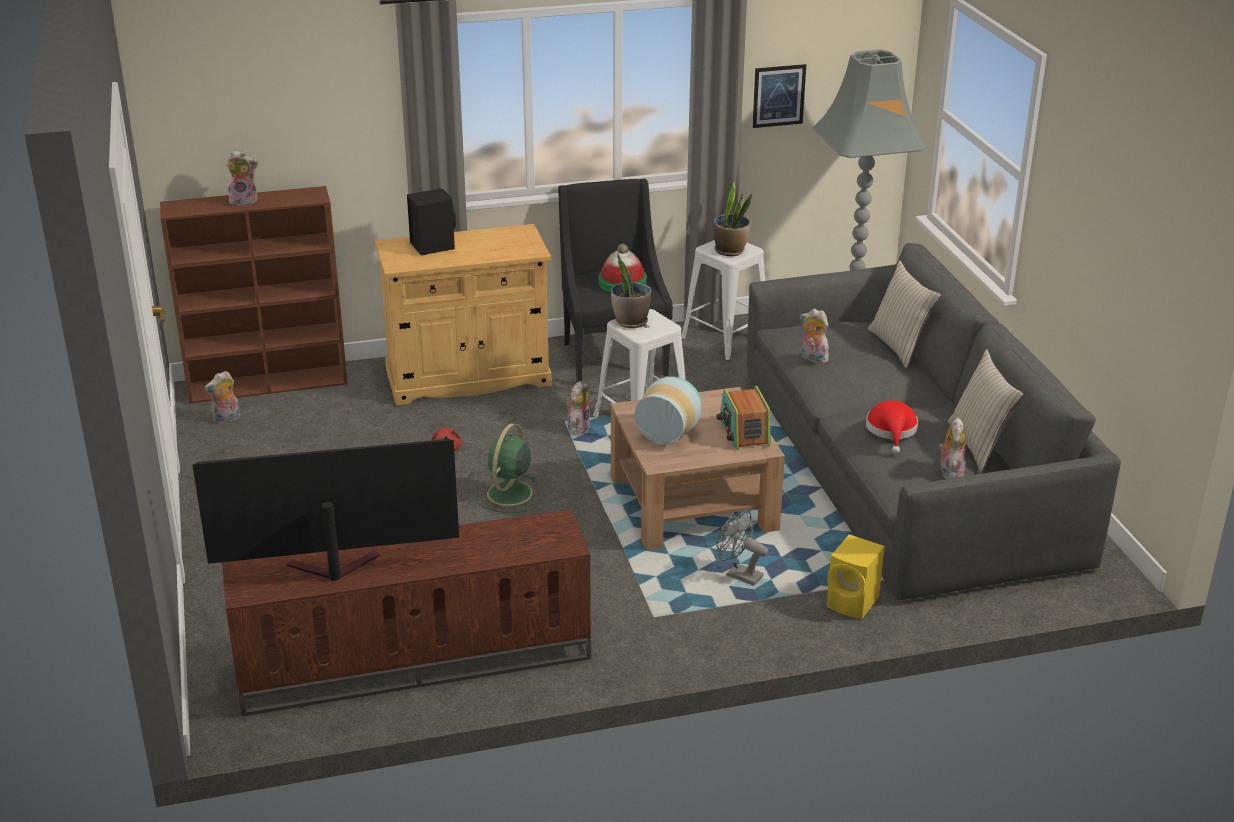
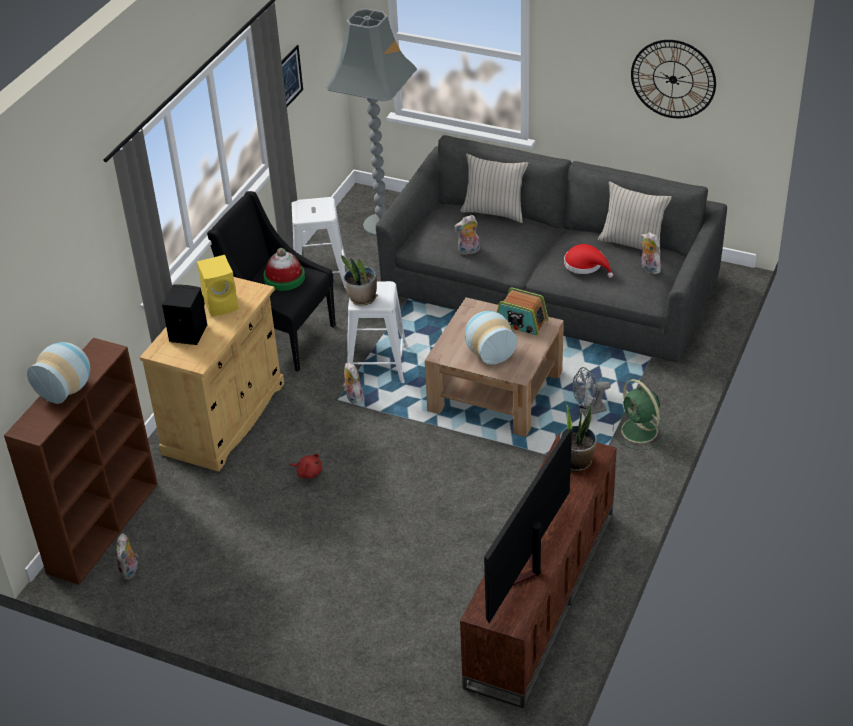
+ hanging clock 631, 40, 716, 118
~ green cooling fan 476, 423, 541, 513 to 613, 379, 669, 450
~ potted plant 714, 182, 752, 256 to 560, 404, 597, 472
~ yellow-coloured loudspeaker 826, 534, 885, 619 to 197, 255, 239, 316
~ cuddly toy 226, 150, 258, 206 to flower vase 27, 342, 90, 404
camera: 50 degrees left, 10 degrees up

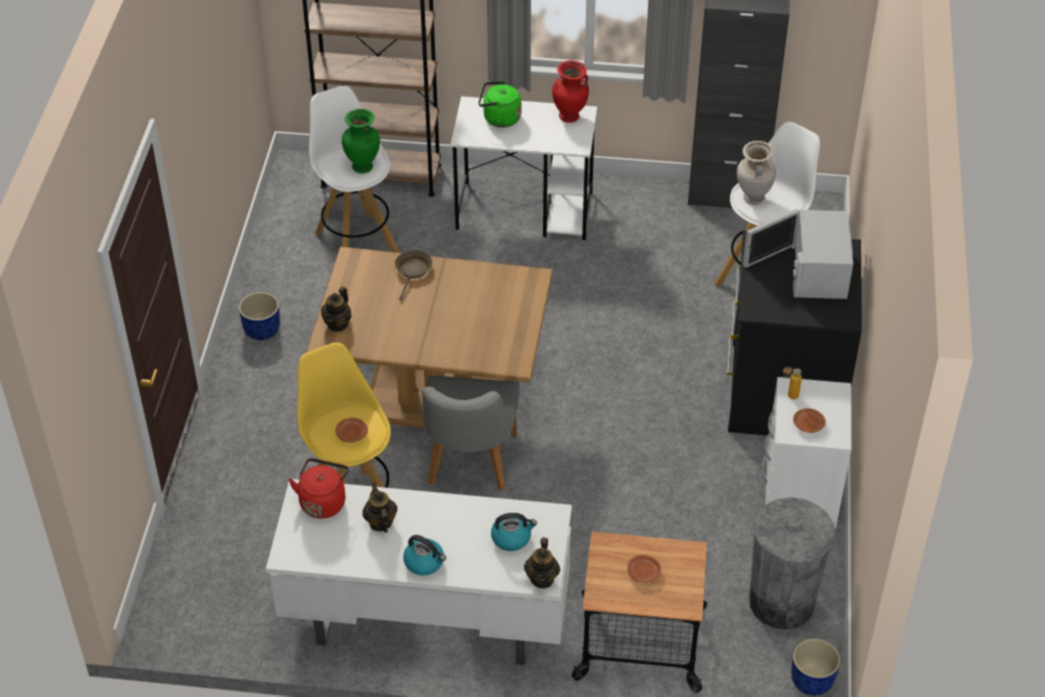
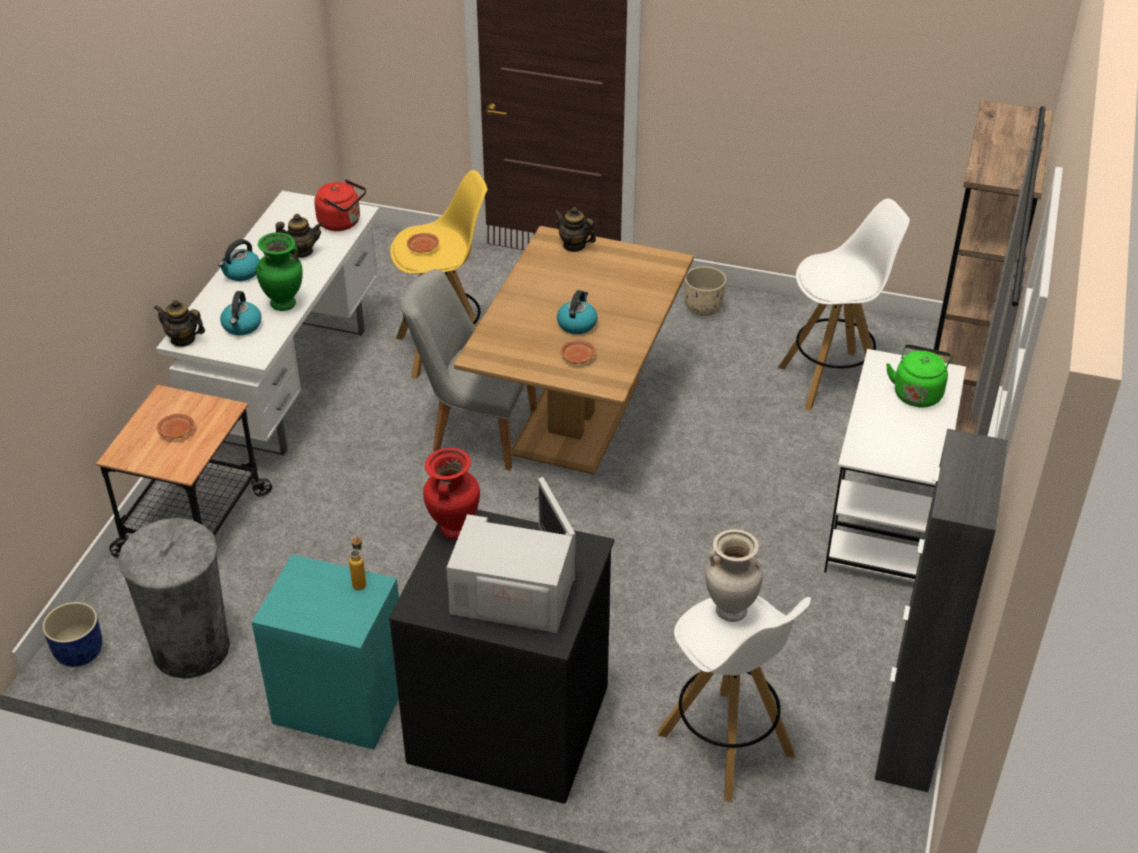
- brown frying pan 395, 250, 432, 301
+ kettle 557, 290, 597, 334
~ green flower vase 342, 109, 380, 173 to 256, 232, 303, 311
~ reddish flower vase 552, 60, 589, 123 to 423, 448, 480, 540
~ brown flat dish 793, 408, 826, 433 to 561, 340, 596, 364
~ blue-coloured flower pot 239, 292, 280, 340 to beige flower pot 684, 266, 726, 316
~ white-coloured night table 762, 377, 851, 528 to turquoise-coloured night table 252, 554, 399, 750
camera: 100 degrees right, 5 degrees down

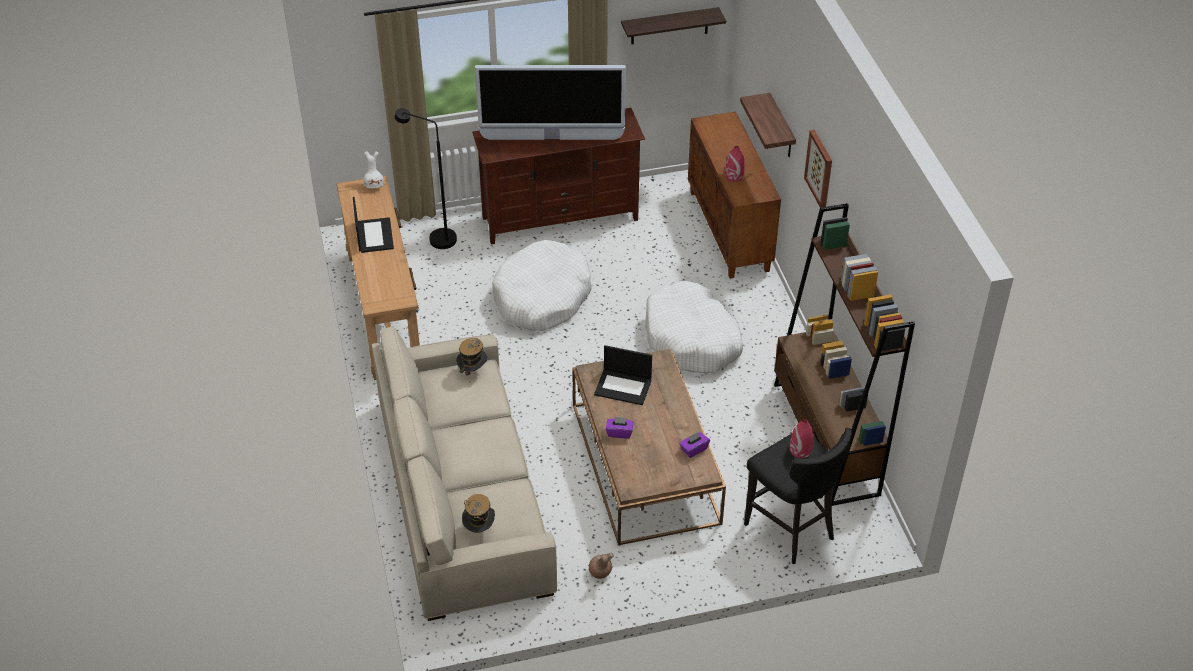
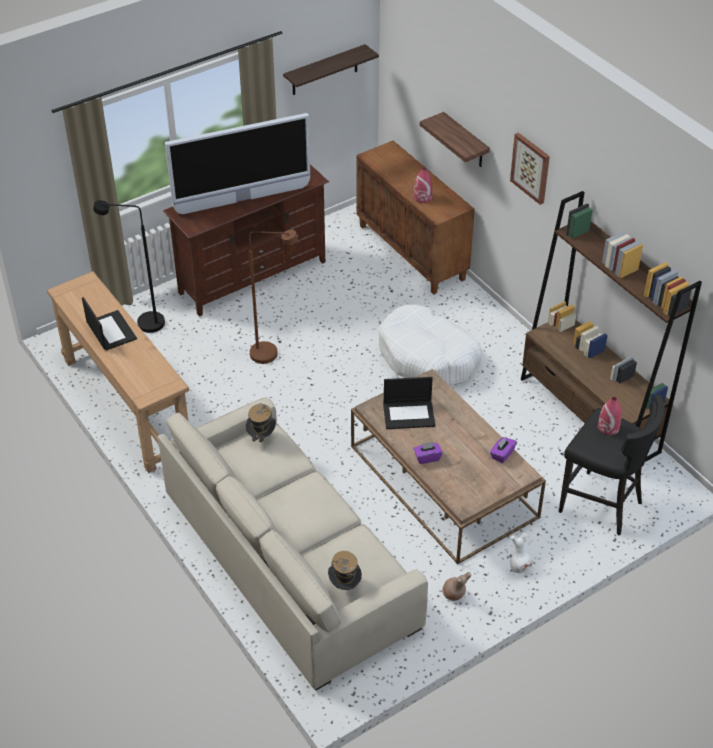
~ white-coloured flower vase 363, 151, 384, 188 to 510, 532, 533, 574
~ white-coloured dog bed 492, 240, 592, 331 to brown floor lamp 249, 230, 298, 364
camera: 20 degrees left, 0 degrees up

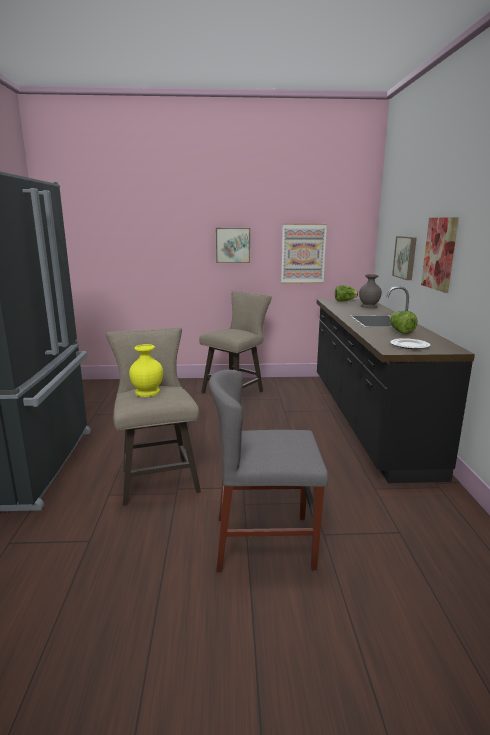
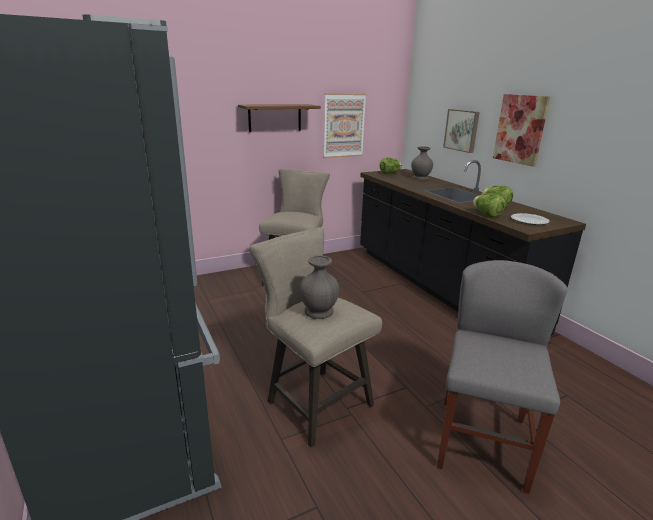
+ lettuce 473, 193, 505, 217
~ wall picture 216, 228, 250, 263 to brown wall shelf 238, 104, 321, 132
~ yellow-coloured flower vase 129, 344, 163, 397 to greyish flower vase 300, 255, 339, 319
~ greyish chair 209, 370, 328, 572 = 437, 260, 567, 494 135 degrees clockwise
camera: 25 degrees left, 5 degrees up

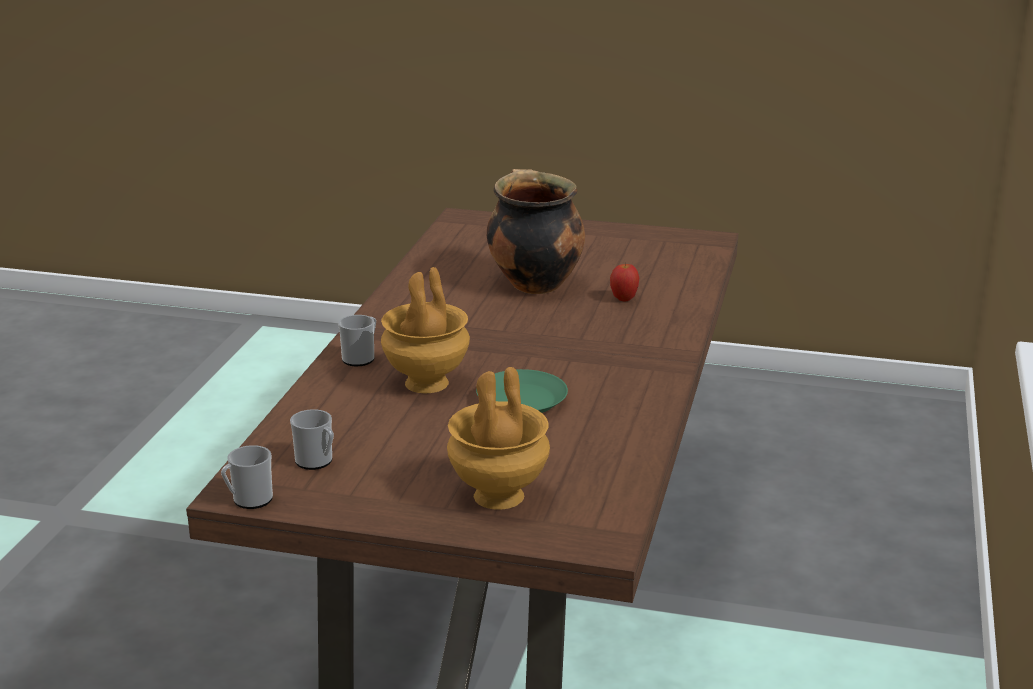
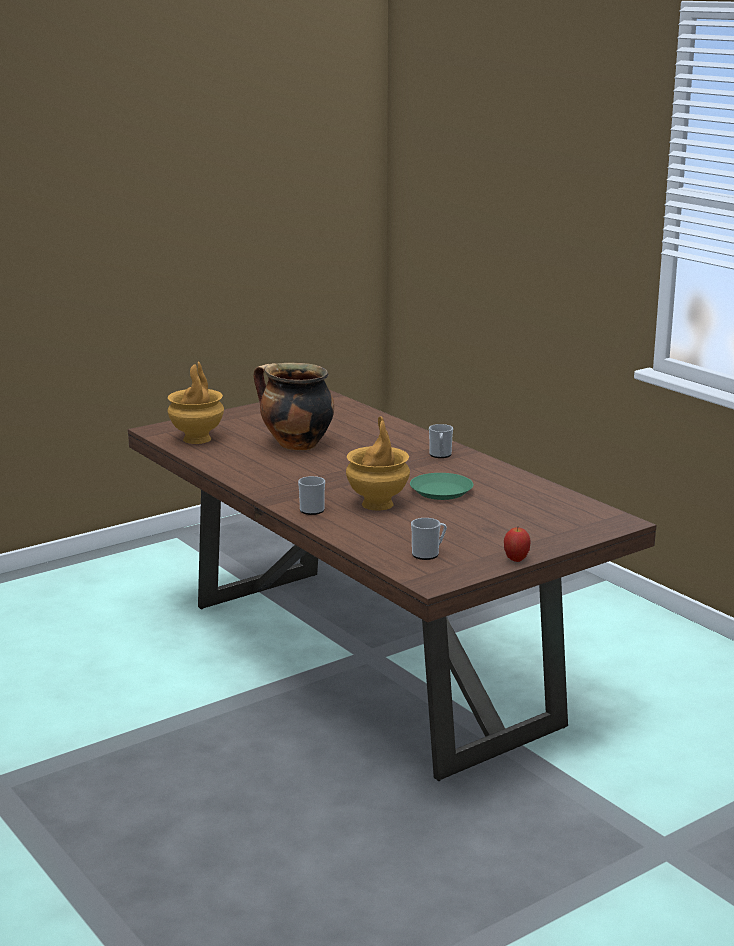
~ mug 221, 445, 273, 509 to 429, 424, 453, 458
~ brown flower vase 447, 367, 550, 510 to 167, 362, 224, 444
~ apple 610, 263, 639, 301 to 504, 527, 531, 562
camera: 50 degrees left, 5 degrees down

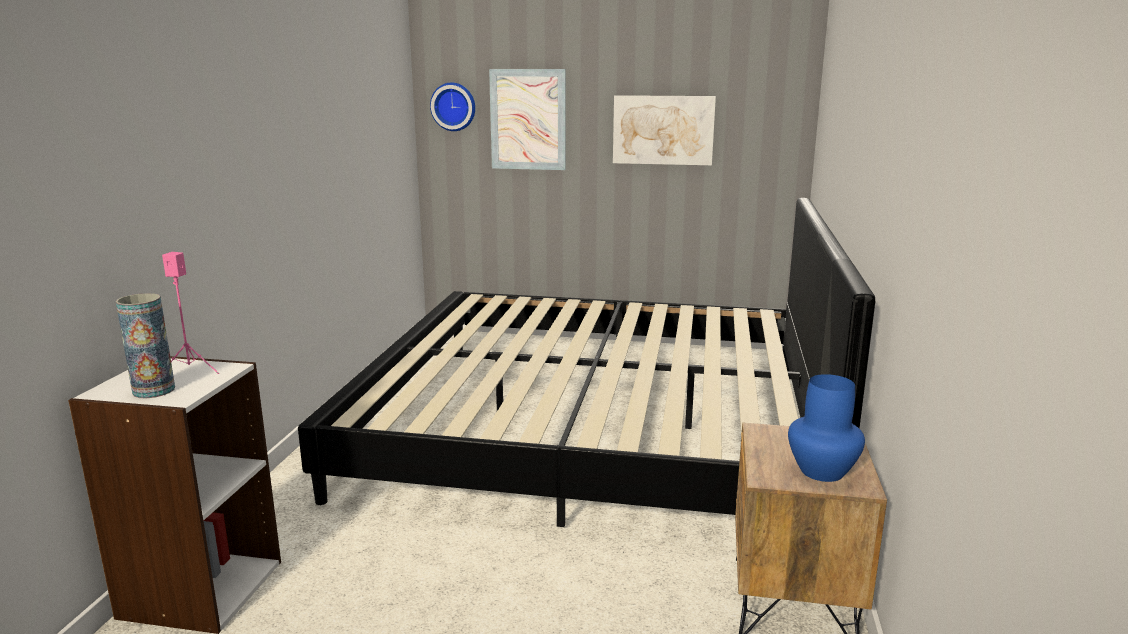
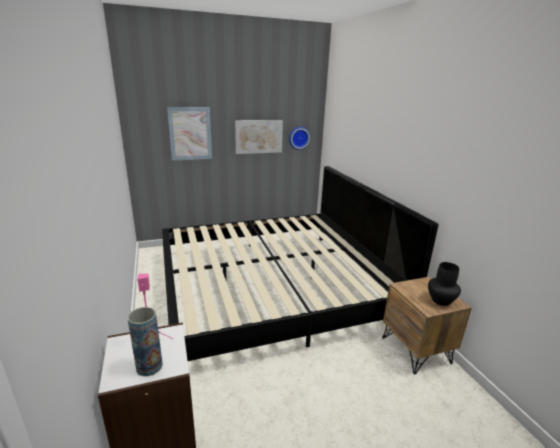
~ hanging clock 430, 83, 475, 131 to 289, 127, 310, 150
~ blue-coloured flower vase 788, 374, 865, 482 to blackish flower vase 428, 262, 461, 306
camera: 30 degrees left, 5 degrees up

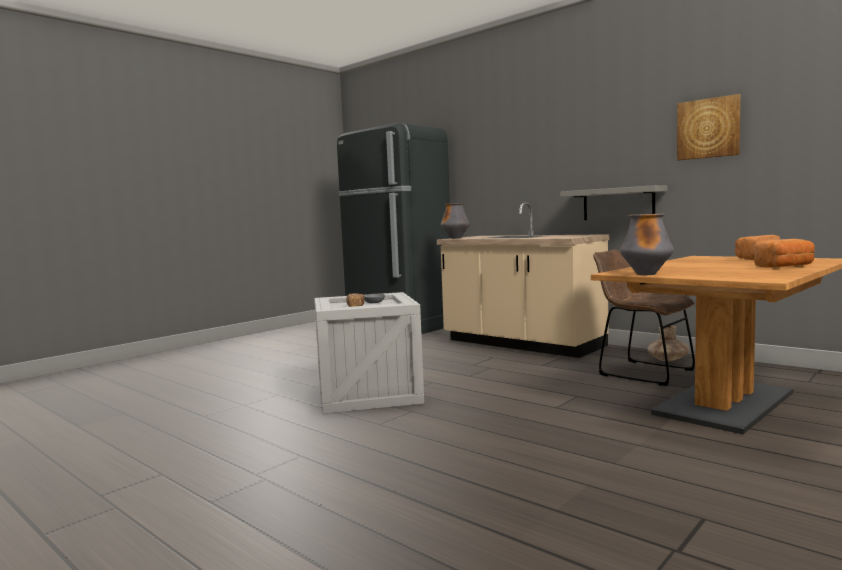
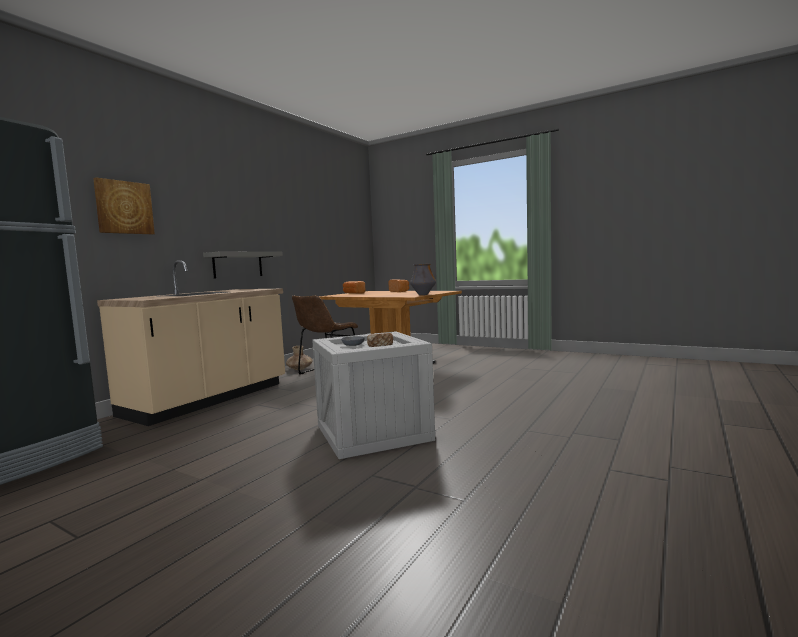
- flower vase 441, 203, 470, 239
~ wall picture 677, 94, 741, 160 to 93, 177, 155, 234
camera: 100 degrees left, 0 degrees up

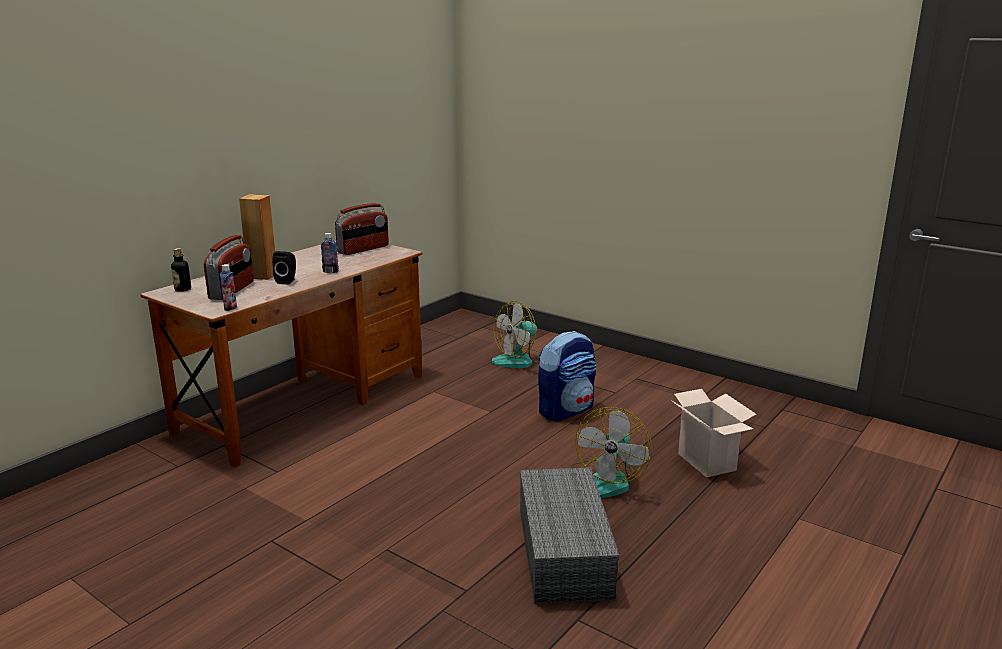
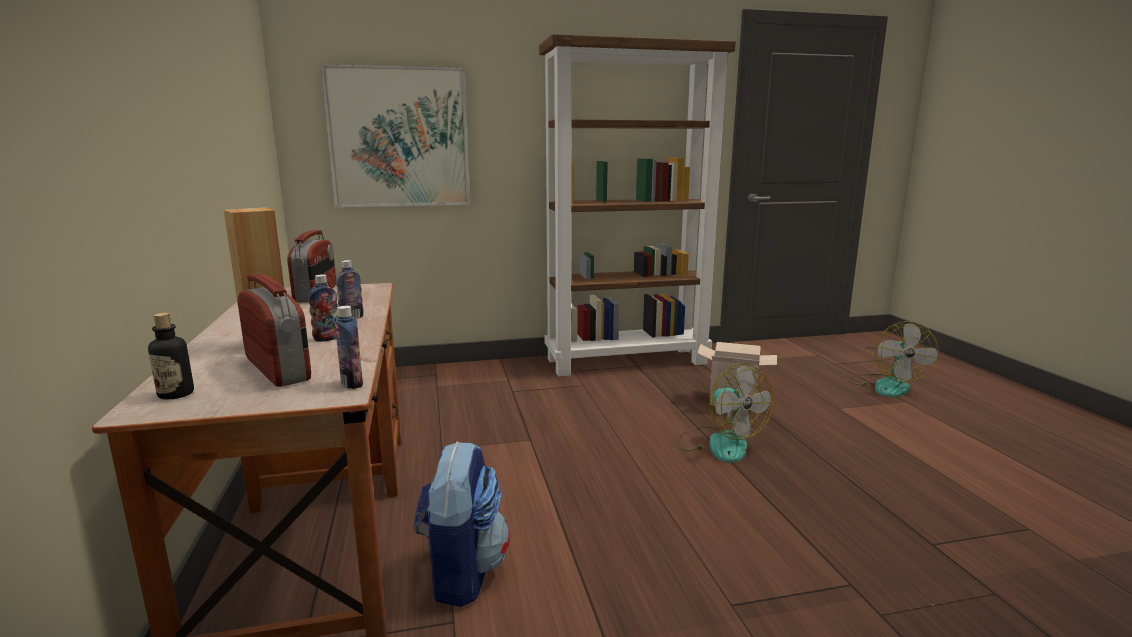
- greyish storage container 520, 468, 619, 604
+ wall picture 320, 64, 470, 207
+ brown bookcase 539, 34, 736, 376
~ cooling fan 492, 301, 541, 368 to 848, 321, 938, 397
~ backpack 538, 331, 597, 421 to 414, 442, 510, 607
~ blackish loudspeaker 273, 251, 296, 285 to beverage bottle 308, 275, 338, 342
camera: 50 degrees left, 5 degrees down

